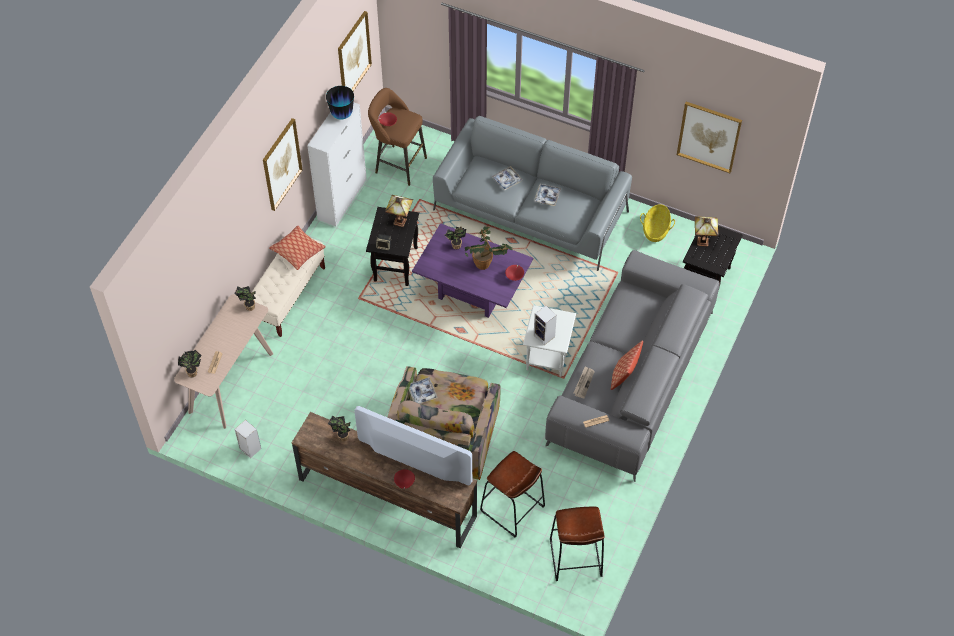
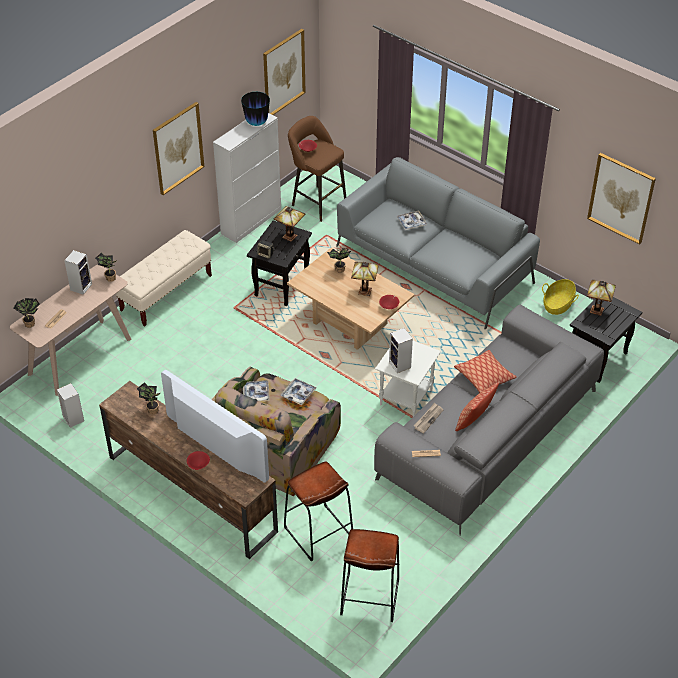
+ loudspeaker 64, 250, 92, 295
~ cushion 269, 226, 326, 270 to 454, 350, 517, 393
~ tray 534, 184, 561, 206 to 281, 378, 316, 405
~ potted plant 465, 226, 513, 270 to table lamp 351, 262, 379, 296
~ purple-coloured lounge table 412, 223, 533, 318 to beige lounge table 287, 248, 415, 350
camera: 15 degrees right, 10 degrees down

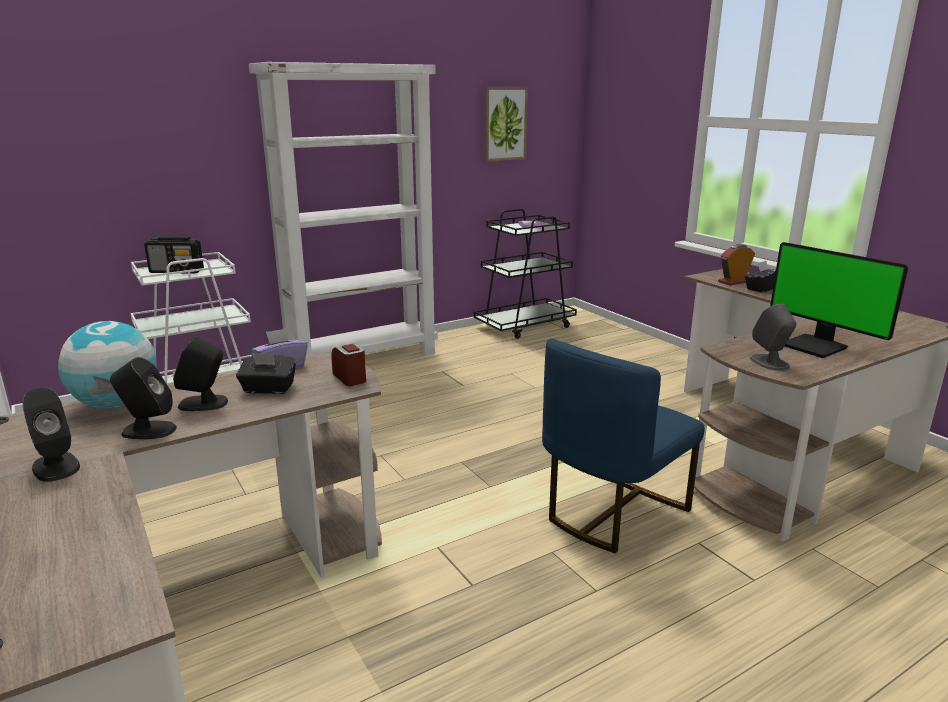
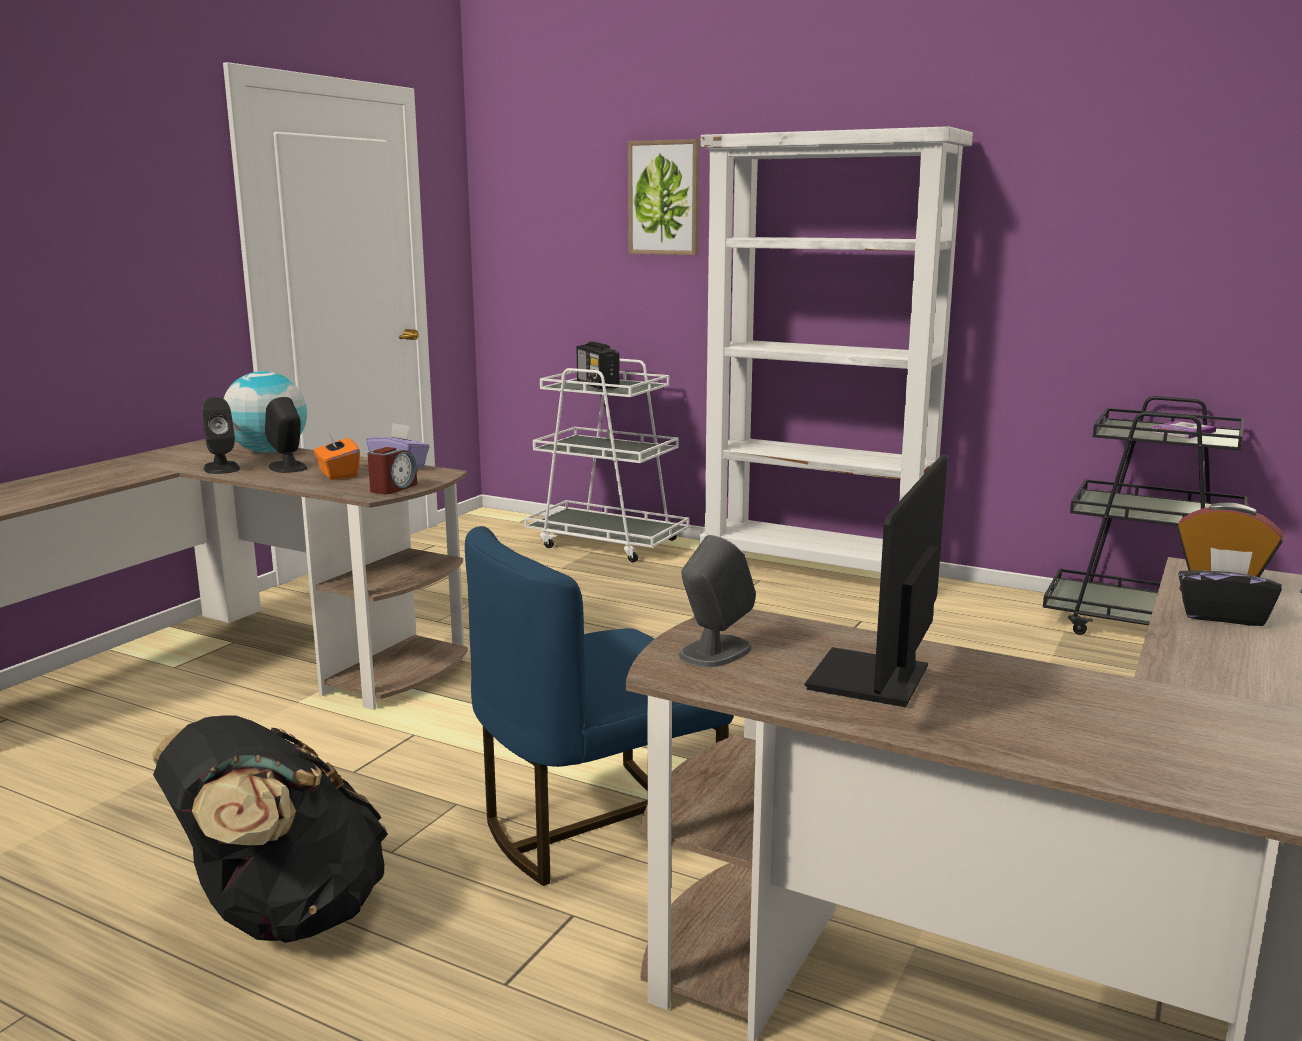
- blackish loudspeaker 23, 388, 80, 482
+ blackish backpack 153, 716, 388, 943
~ wall picture 484, 87, 528, 162 to 628, 139, 700, 255
~ blackish box of tissues 236, 353, 296, 394 to orange box of tissues 314, 432, 360, 480
~ blue-coloured chair 542, 339, 704, 553 = 465, 526, 734, 886 45 degrees counterclockwise
camera: 60 degrees right, 5 degrees down

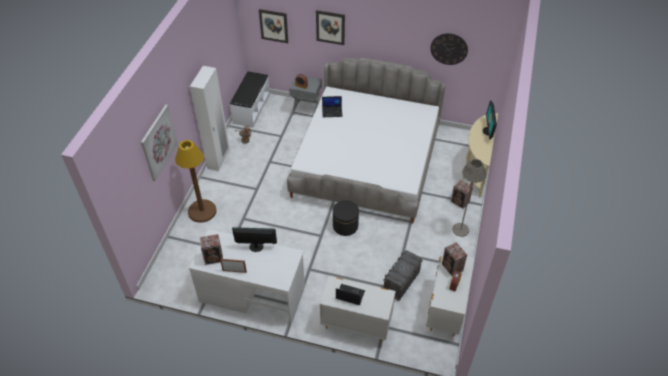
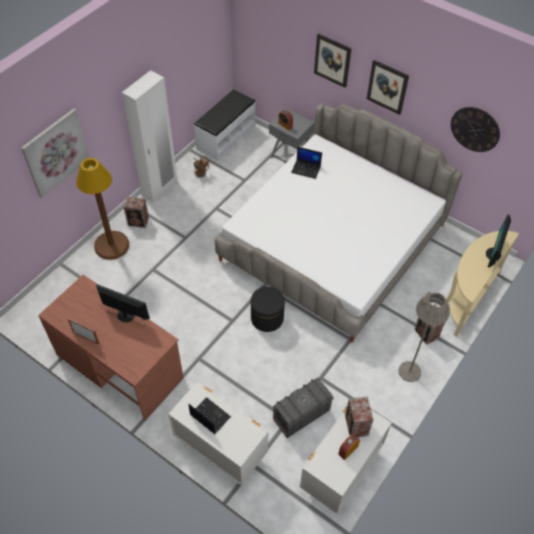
~ loudspeaker 200, 234, 223, 265 to 124, 197, 149, 228
~ wall picture 259, 9, 288, 43 to 367, 60, 409, 115
~ white-coloured desk unit 189, 229, 305, 325 to brown desk unit 38, 275, 184, 421
camera: 20 degrees right, 5 degrees up

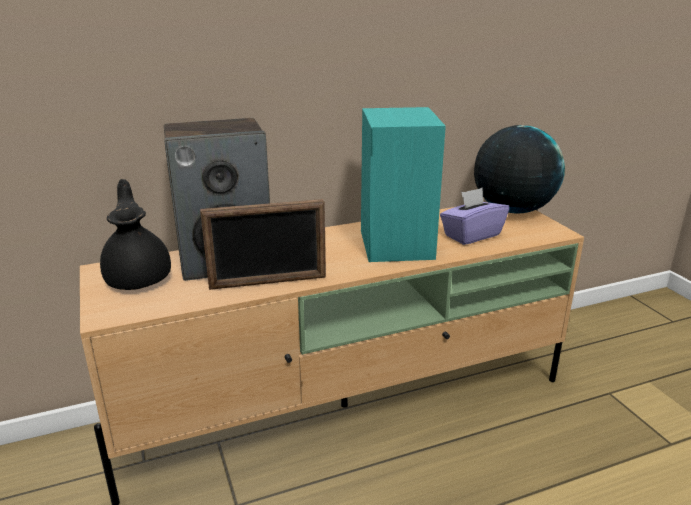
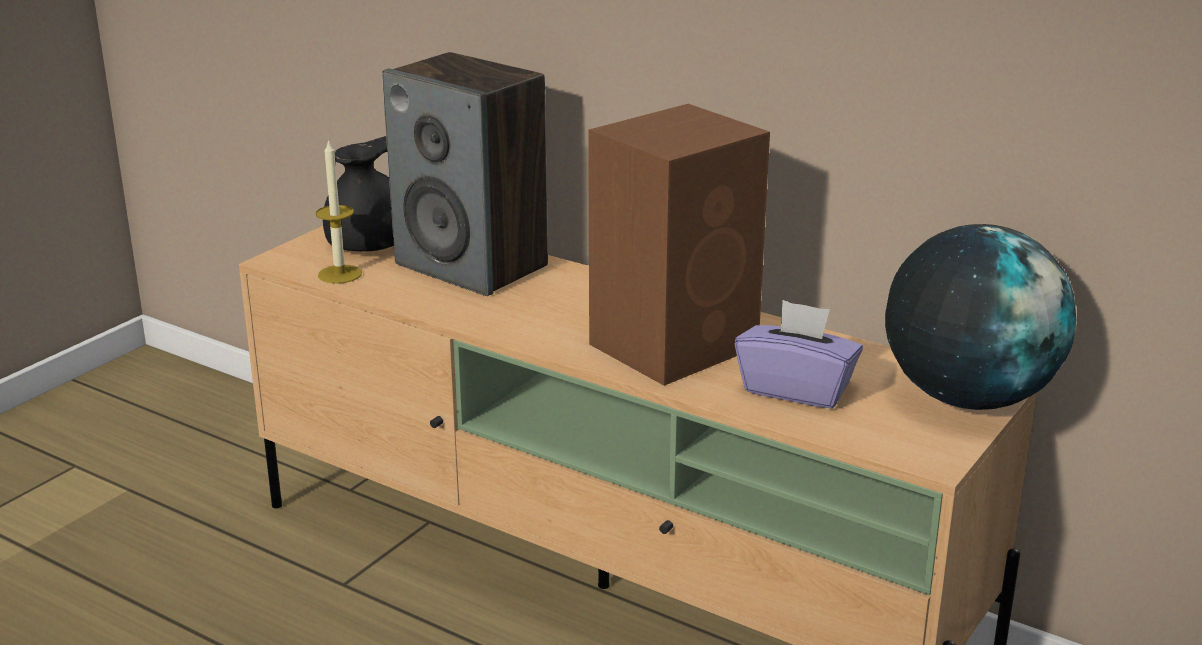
- standing frame 200, 199, 326, 290
+ wax candle 316, 139, 362, 284
~ turquoise-coloured loudspeaker 361, 107, 446, 262 to brown loudspeaker 588, 104, 770, 386
camera: 55 degrees right, 0 degrees up

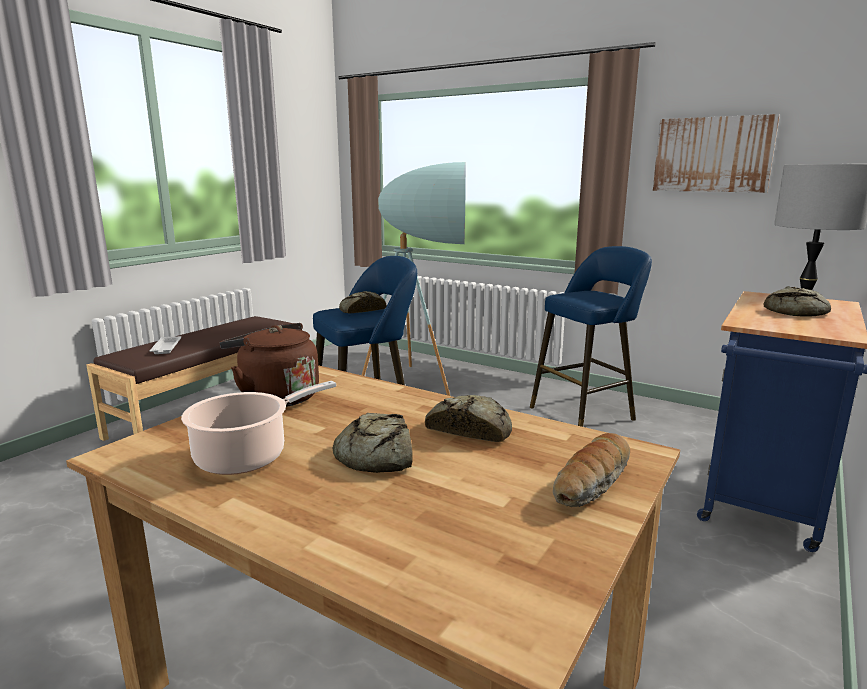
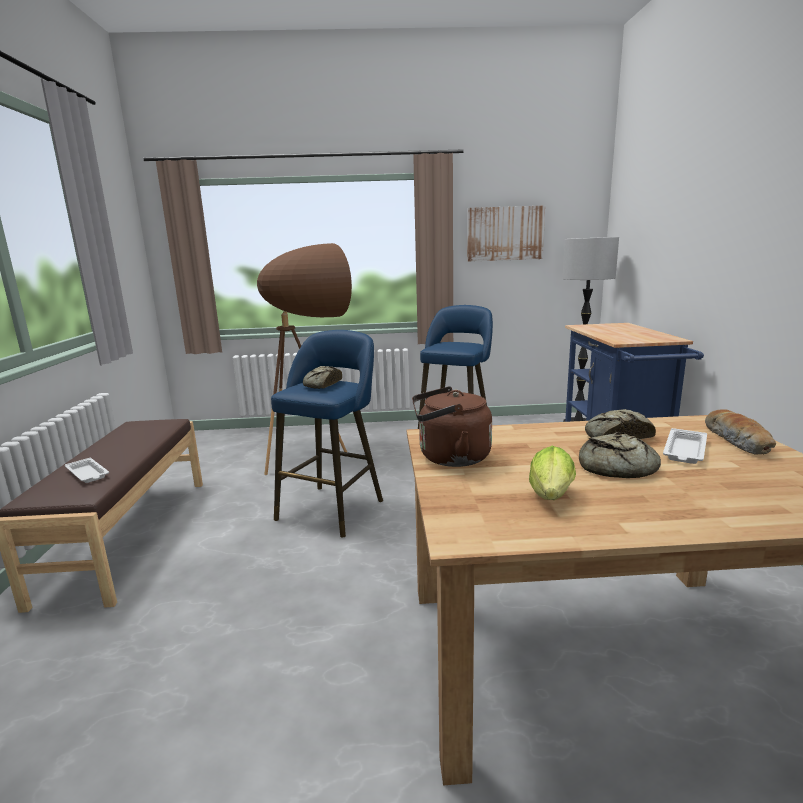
- bread 764, 286, 831, 317
+ white-coloured tray 663, 428, 707, 464
~ cooking pot 181, 381, 336, 475 to lettuce 529, 446, 576, 500
~ turquoise-coloured floor lamp 362, 162, 466, 396 to brown floor lamp 257, 243, 352, 475
camera: 35 degrees left, 0 degrees up

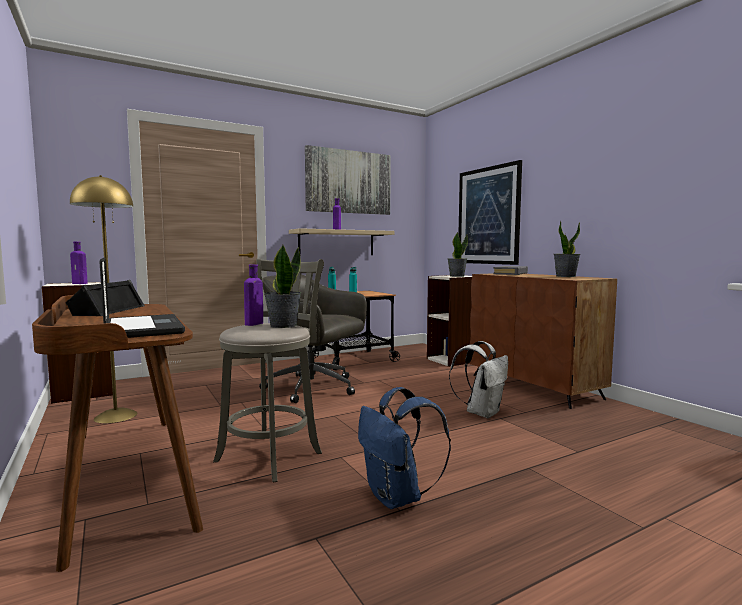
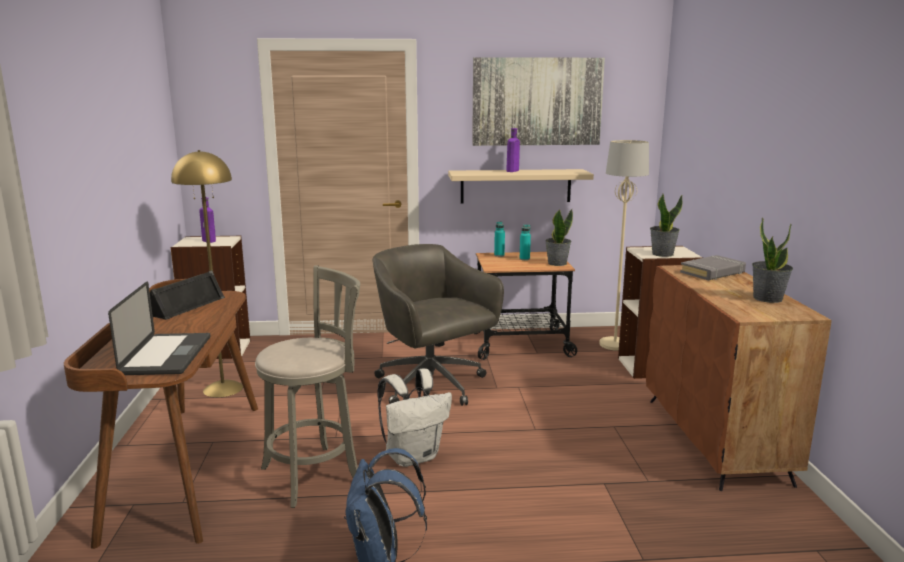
- purple-coloured beverage bottle 244, 264, 263, 326
- wall picture 458, 160, 522, 265
+ beige floor lamp 599, 140, 649, 351
~ potted plant 264, 245, 301, 328 to 545, 209, 573, 266
~ white-coloured backpack 449, 341, 508, 418 to 377, 368, 452, 467
camera: 25 degrees right, 10 degrees up

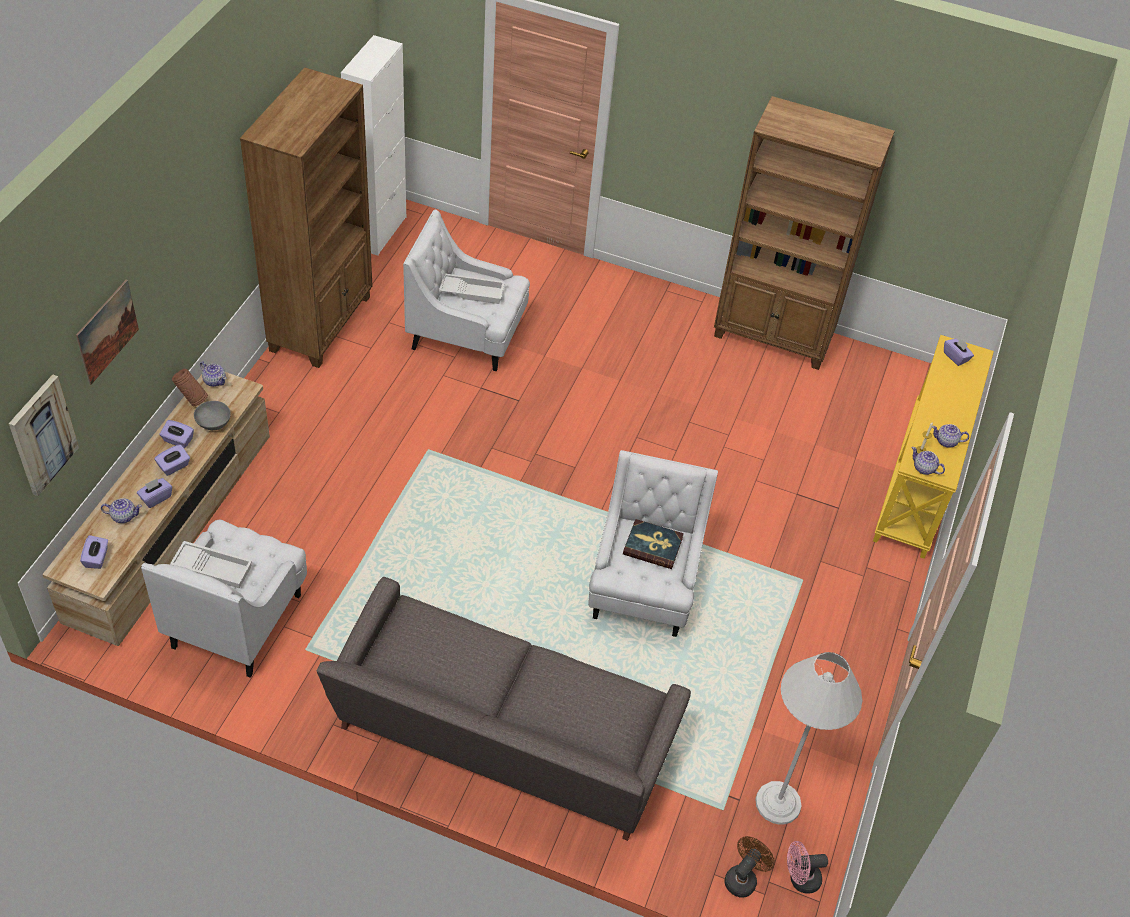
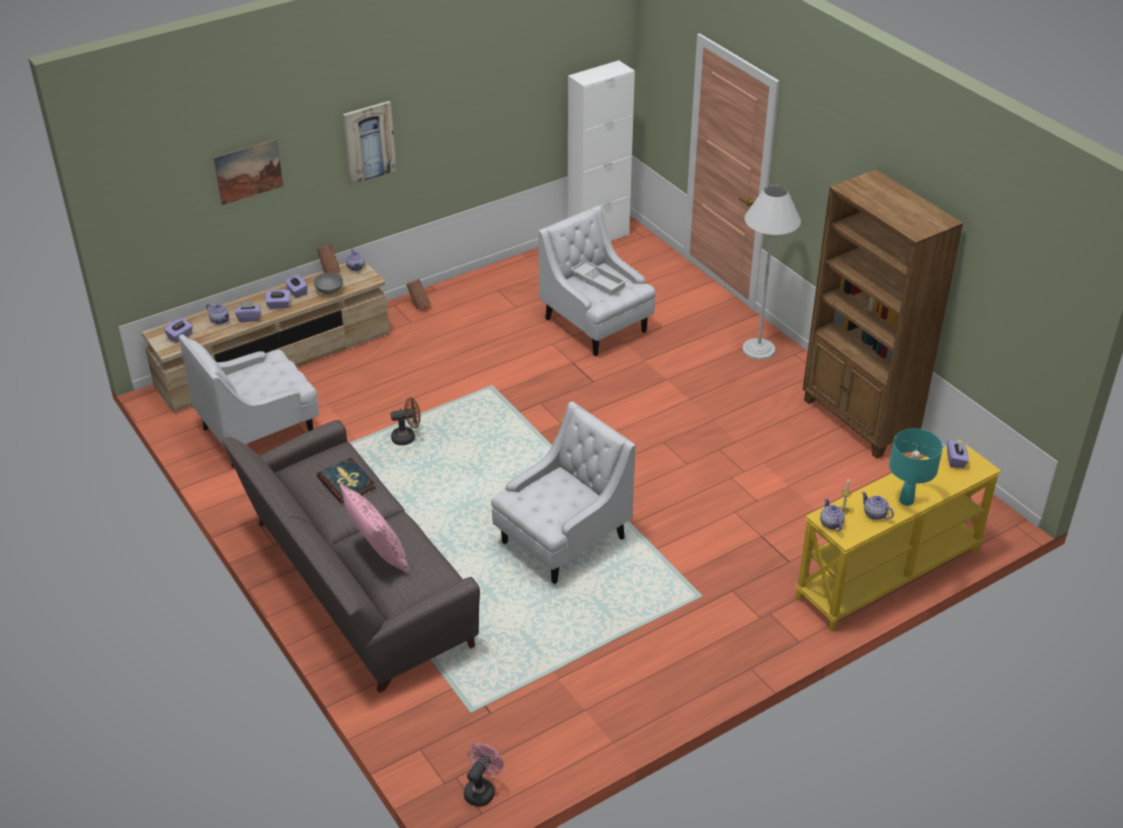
- white-coloured tray 170, 541, 252, 588
- brown bookcase 240, 67, 372, 368
+ pink cushion 340, 483, 410, 574
+ brown flower vase 406, 279, 430, 309
+ turquoise-coloured table lamp 889, 429, 943, 506
~ wall picture 9, 374, 79, 496 to 343, 101, 397, 184
~ book 623, 519, 684, 569 to 317, 458, 376, 503
~ brown cooling fan 724, 836, 775, 898 to 391, 398, 421, 445
~ white-coloured floor lamp 755, 652, 862, 825 to 742, 185, 801, 360
~ pink cooling fan 787, 841, 828, 893 = 464, 743, 504, 806 90 degrees clockwise
camera: 40 degrees right, 10 degrees down

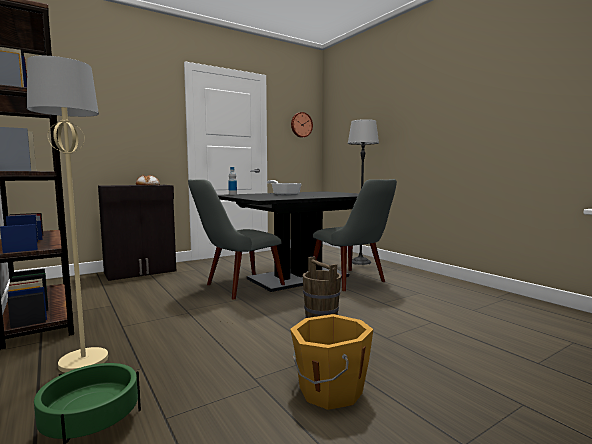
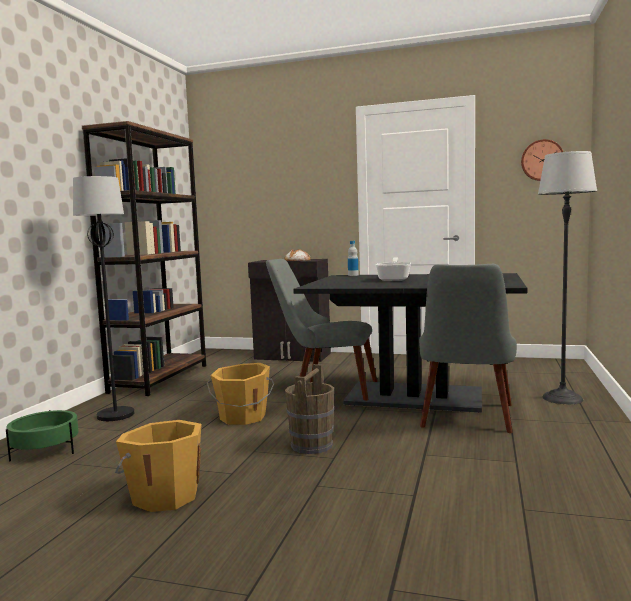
+ orange bucket 207, 363, 274, 425
~ beige floor lamp 27, 56, 108, 373 to blackish floor lamp 73, 176, 134, 421
camera: 50 degrees right, 0 degrees up

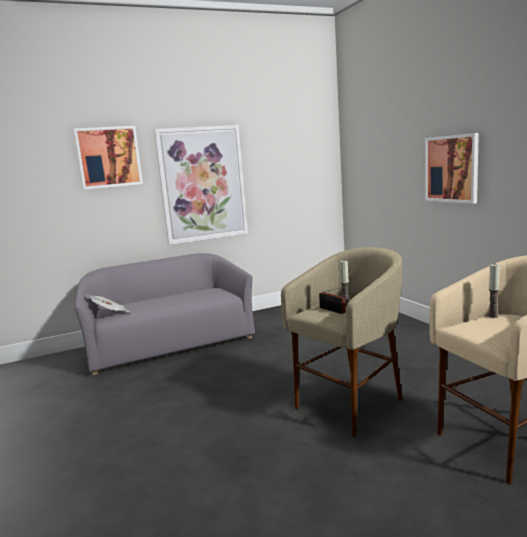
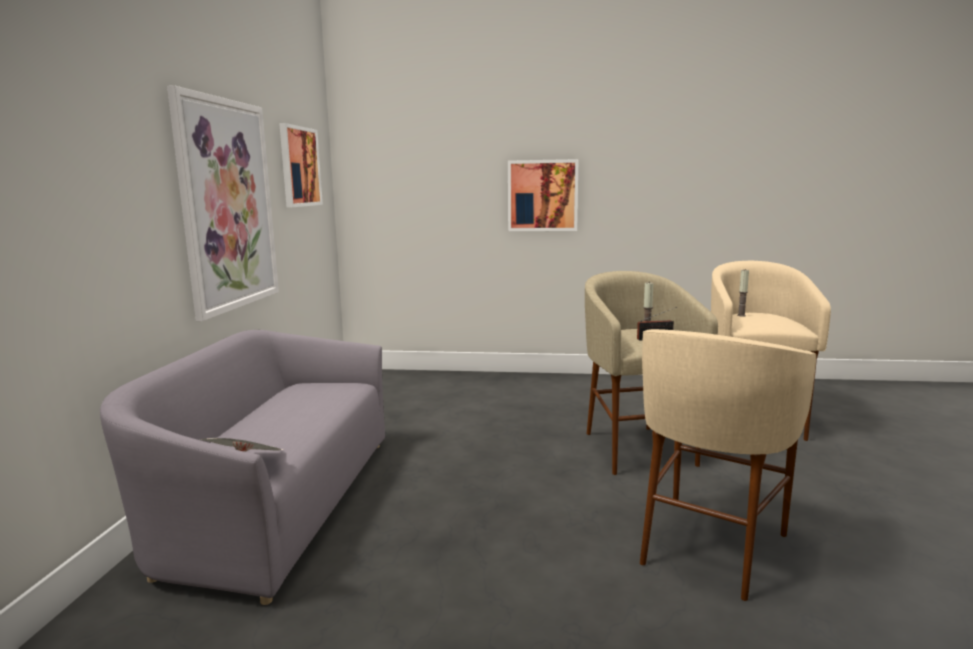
+ beige stool 640, 329, 816, 601
~ wall picture 74, 126, 143, 189 to 279, 123, 323, 207
camera: 60 degrees left, 0 degrees up

